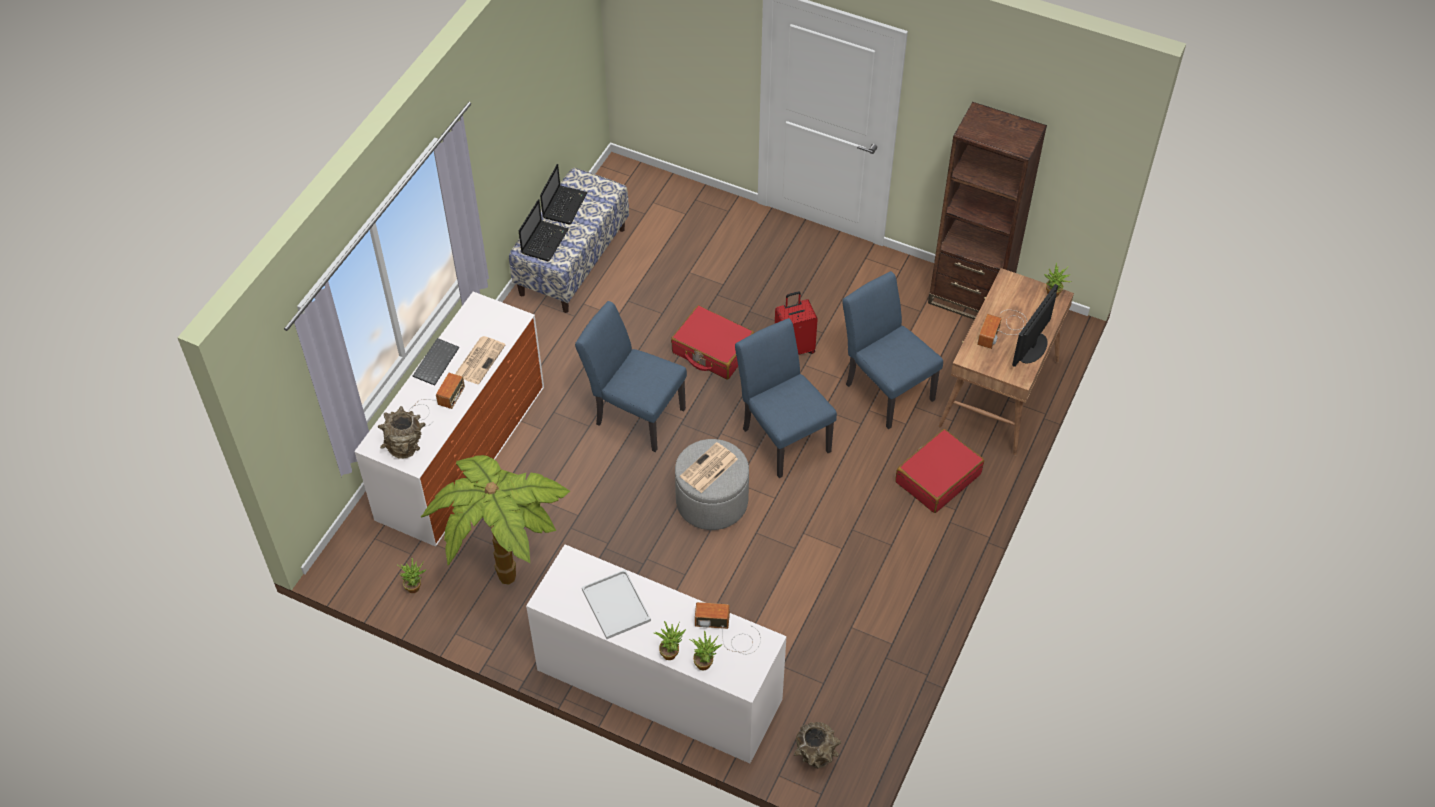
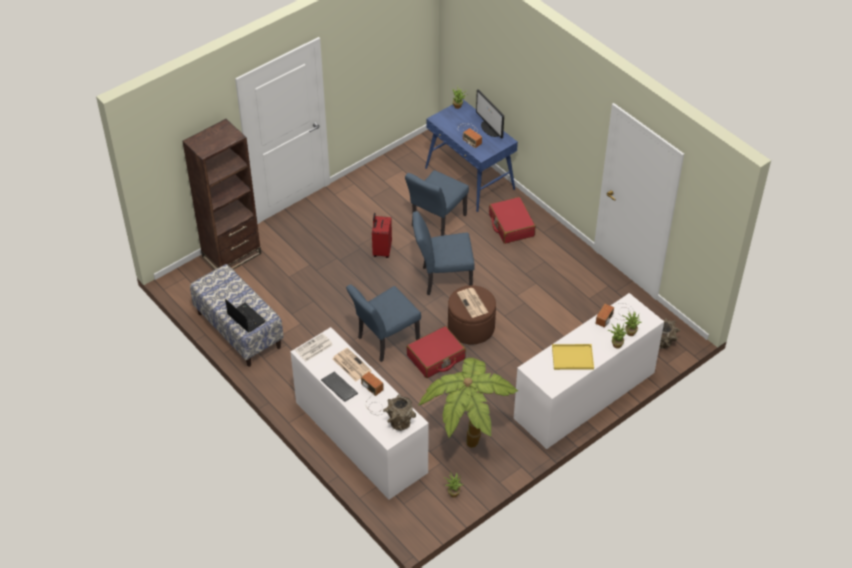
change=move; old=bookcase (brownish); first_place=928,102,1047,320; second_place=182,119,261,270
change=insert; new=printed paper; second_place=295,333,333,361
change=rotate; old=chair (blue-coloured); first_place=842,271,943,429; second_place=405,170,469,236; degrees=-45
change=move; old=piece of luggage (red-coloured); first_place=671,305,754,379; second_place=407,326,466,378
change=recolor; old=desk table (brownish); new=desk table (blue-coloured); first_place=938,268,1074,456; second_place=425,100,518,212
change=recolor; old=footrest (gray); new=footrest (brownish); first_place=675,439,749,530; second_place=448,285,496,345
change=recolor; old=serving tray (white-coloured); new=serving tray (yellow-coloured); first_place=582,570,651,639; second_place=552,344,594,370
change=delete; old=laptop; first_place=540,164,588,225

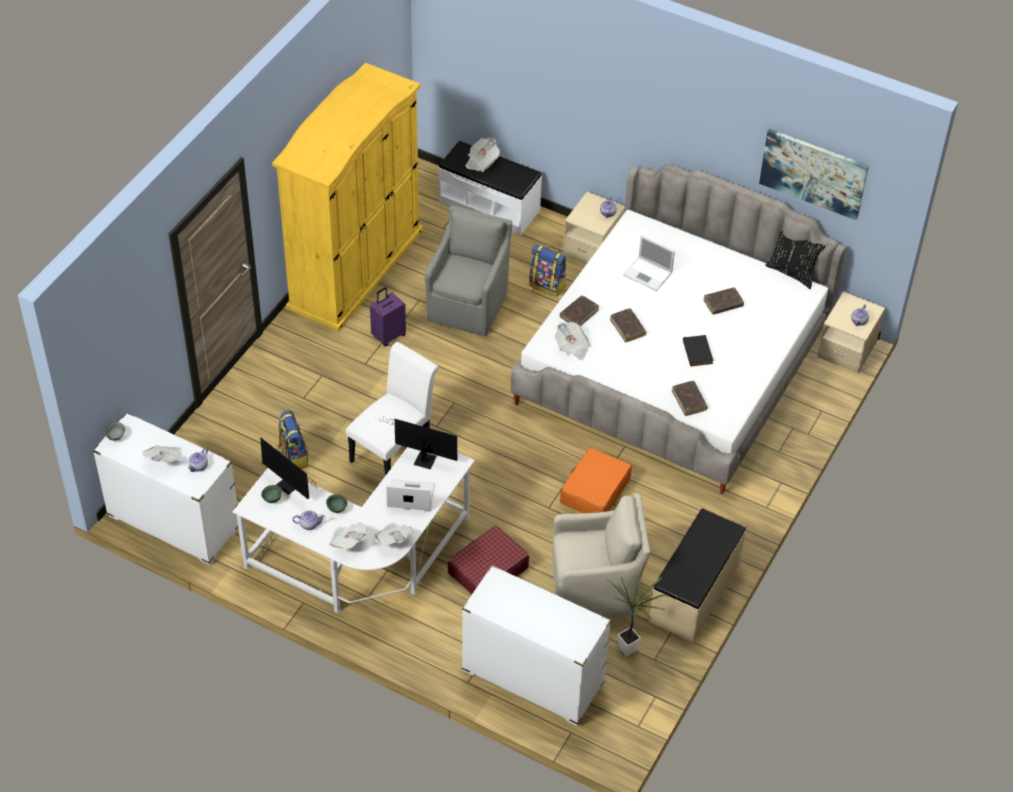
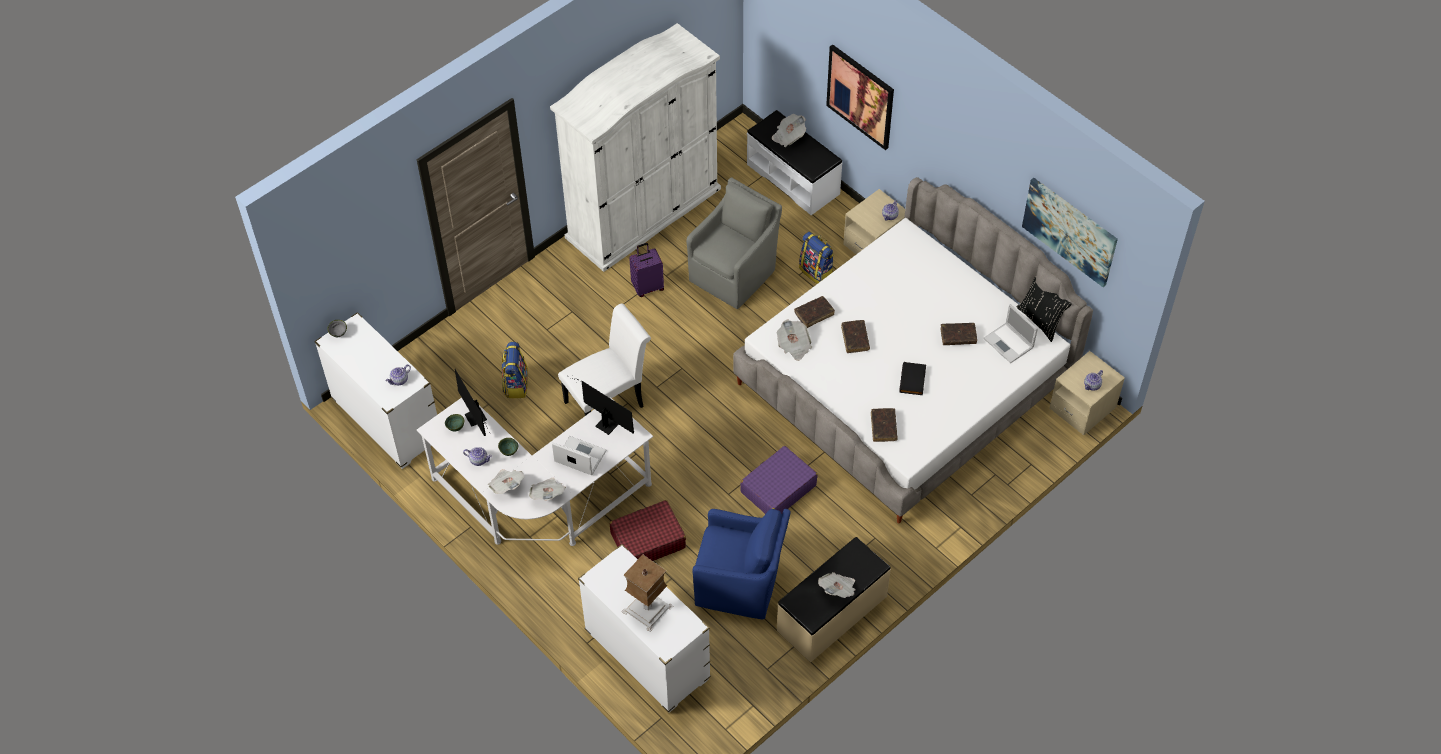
change=recolor; old=clothes cupboard (yellow-coloured); new=clothes cupboard (white-coloured); first_place=272,63,423,331; second_place=550,23,721,272
change=insert; new=lamp for a table; second_place=622,555,673,632
change=recolor; old=armchair (sand-coloured); new=armchair (blue-coloured); first_place=552,493,651,617; second_place=692,509,791,619
change=recolor; old=piece of luggage (orangey); new=piece of luggage (purple); first_place=560,447,632,513; second_place=740,446,817,514
change=move; old=printed paper; first_place=143,445,183,462; second_place=818,572,856,598
change=insert; new=wall art; second_place=826,44,894,150
change=move; old=laptop; first_place=623,235,675,291; second_place=984,304,1038,364
change=delete; old=potted plant; first_place=607,576,669,656

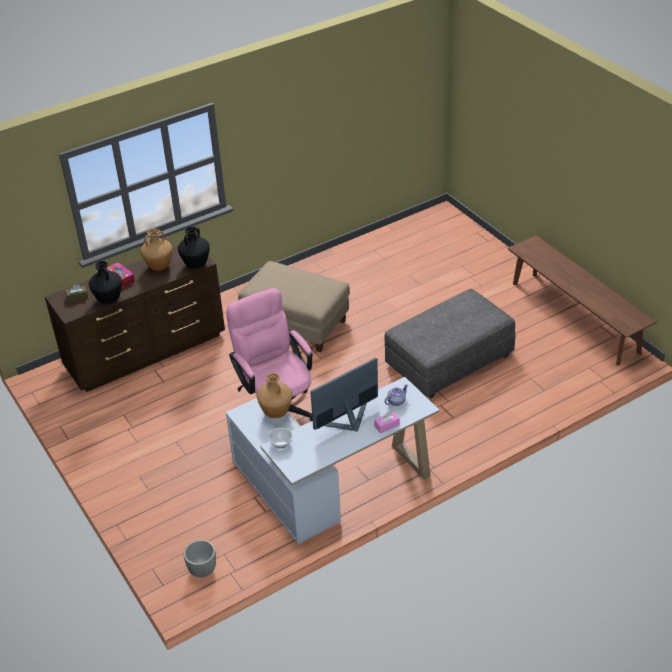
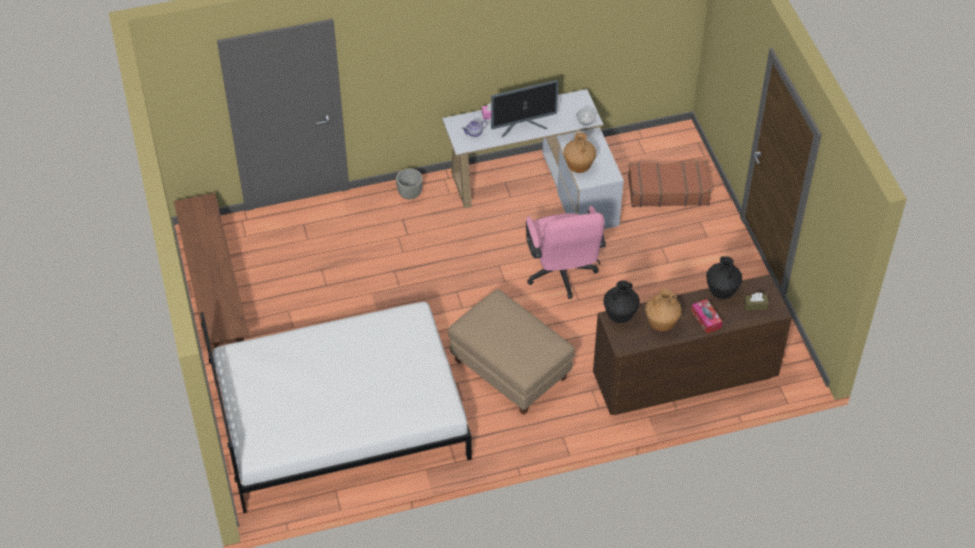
change=insert; new=sleeping bed (white-coloured); second_place=200,302,472,513
change=move; old=plant pot (gray); first_place=184,540,216,577; second_place=396,169,423,199
change=insert; new=piece of luggage (brownish); second_place=628,161,712,207
change=delete; old=footrest (gray); first_place=384,289,516,398

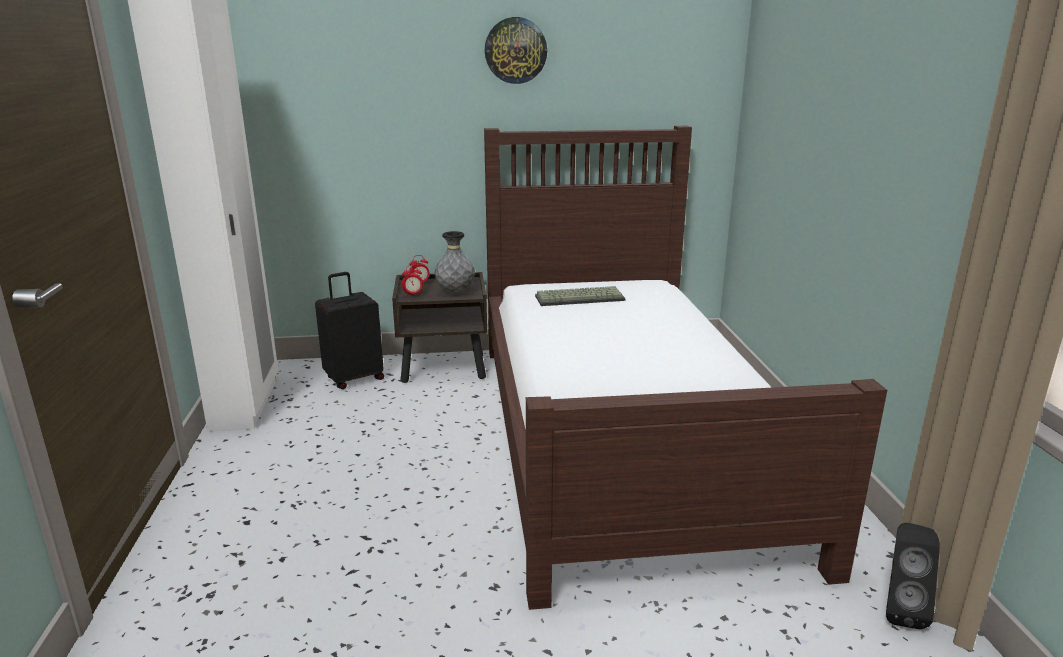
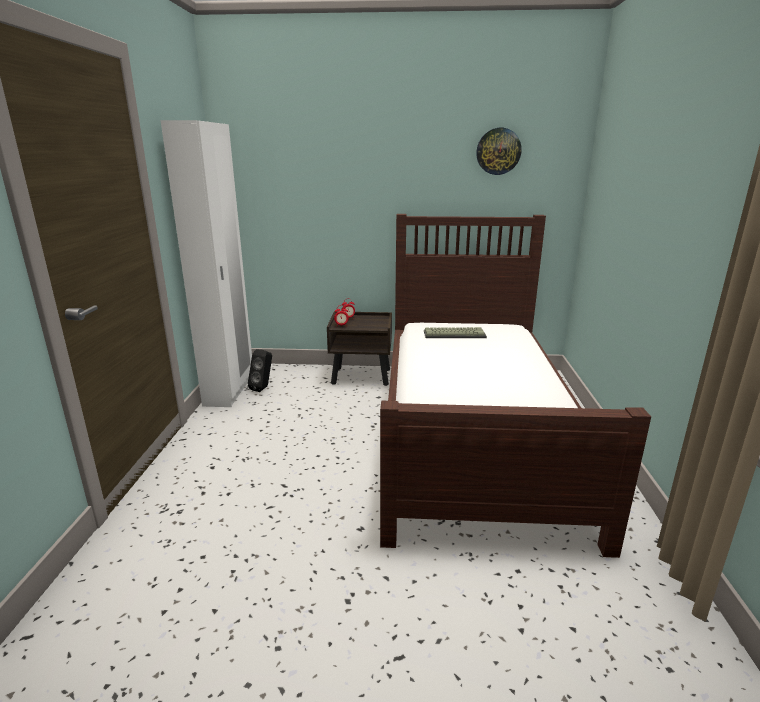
change=move; old=loudspeaker (blackish); first_place=886,523,940,629; second_place=248,349,272,392
change=move; old=hanging clock; first_place=485,17,547,84; second_place=476,128,522,175
change=delete; old=piece of luggage (blackish); first_place=315,272,384,389
change=delete; old=decorative vase (gray); first_place=434,231,475,294

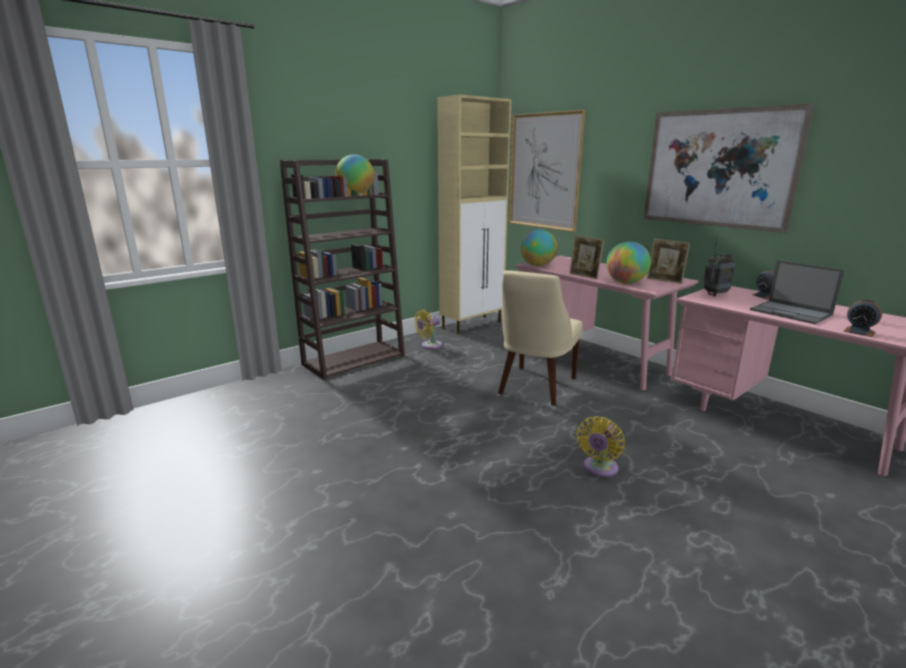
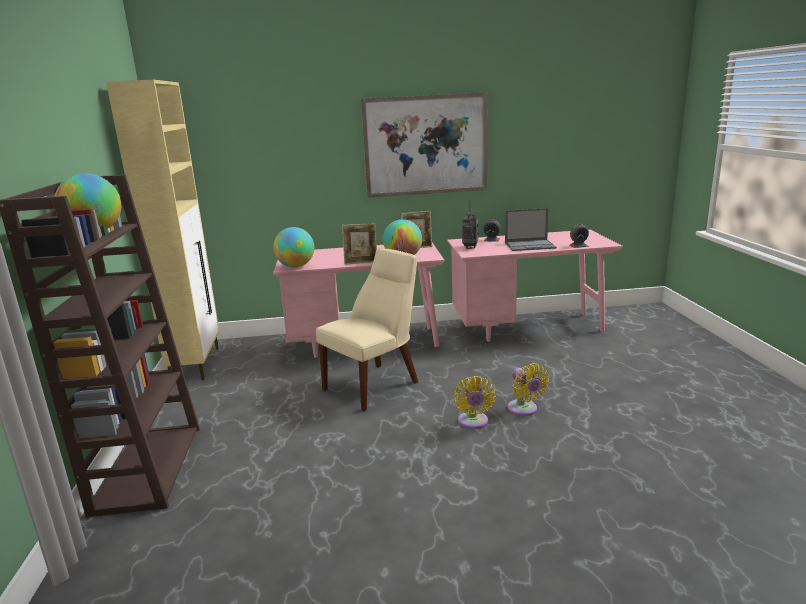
change=rotate; old=chair (sand-coloured); first_place=498,270,583,406; second_place=316,248,418,411; degrees=-105
change=move; old=cooling fan (yellow-coloured); first_place=414,310,442,349; second_place=453,376,496,429
change=delete; old=wall art; first_place=509,110,585,232

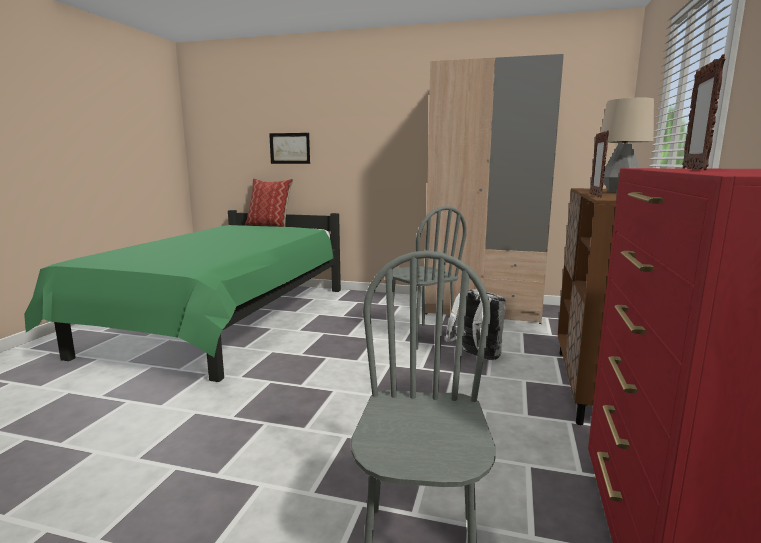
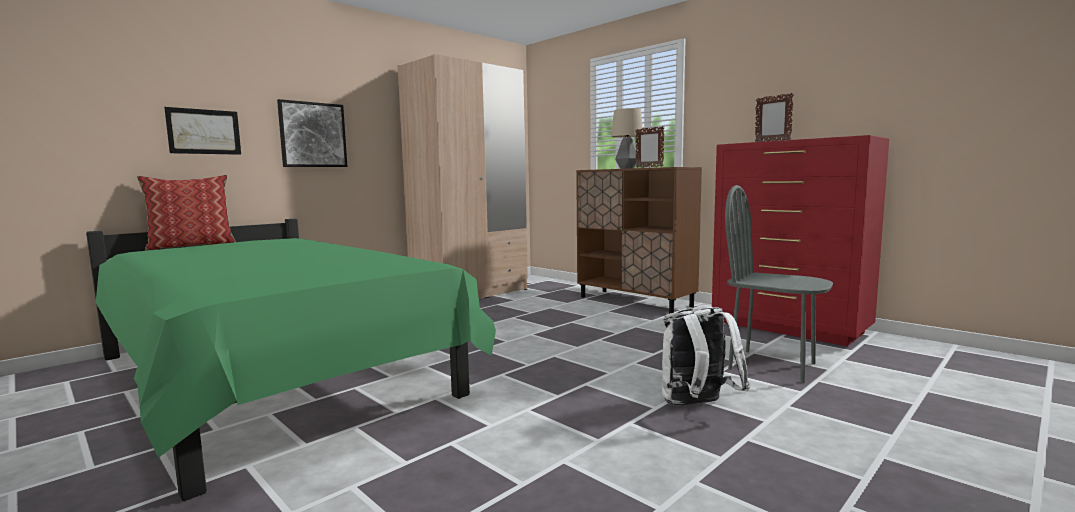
change=insert; new=wall art; second_place=277,99,347,167
change=move; old=rucksack (white-coloured); first_place=445,289,506,360; second_place=662,305,750,406
change=delete; old=chair (gray); first_place=393,206,467,350

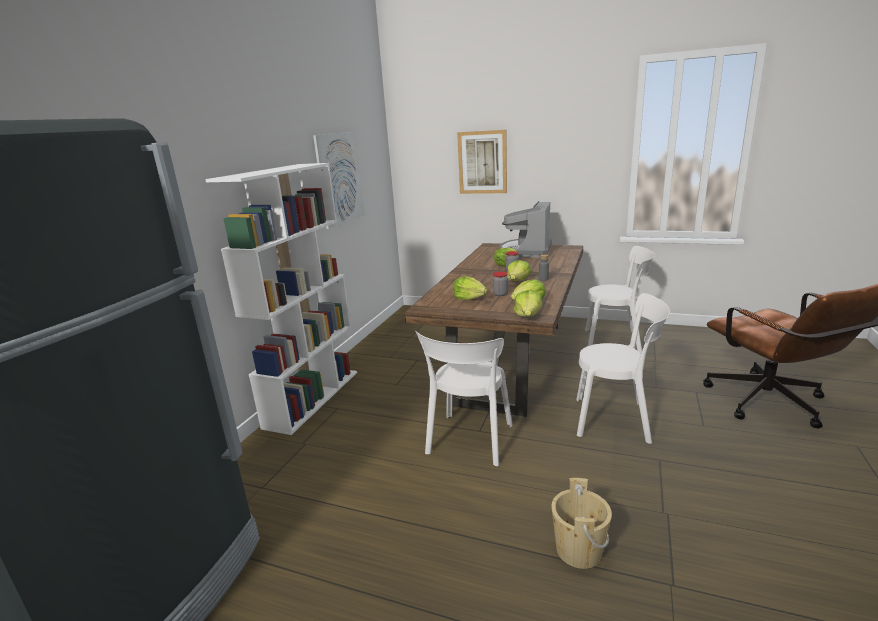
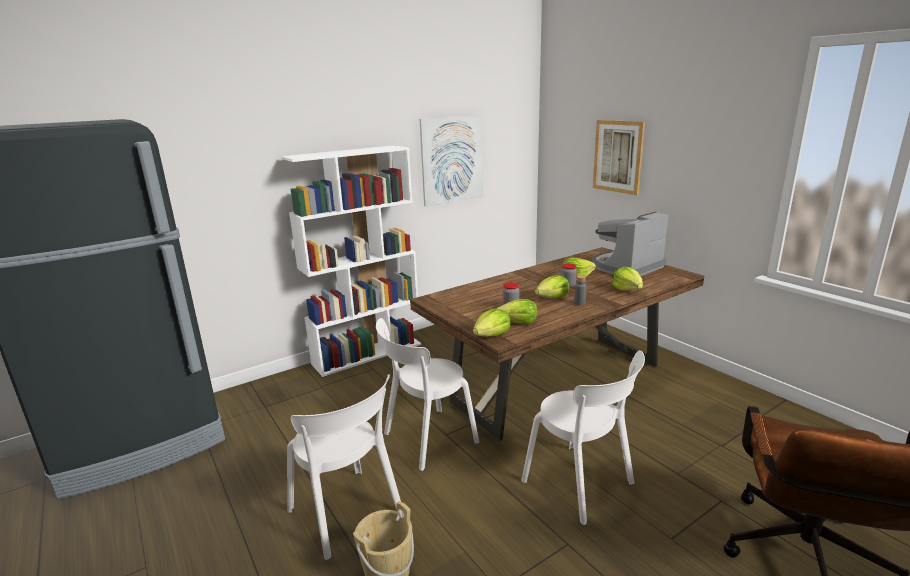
change=move; old=chair (white-coloured); first_place=585,246,655,354; second_place=287,374,401,560
change=move; old=head of lettuce; first_place=453,276,488,300; second_place=613,267,643,291

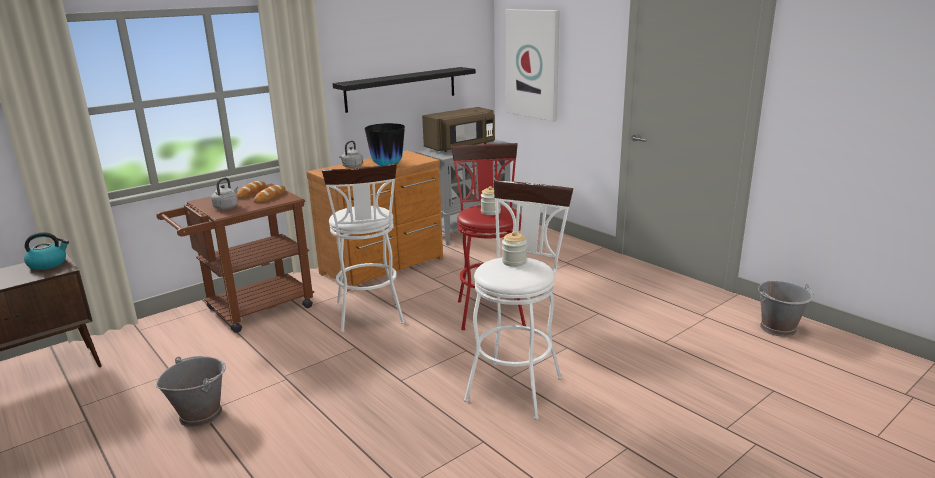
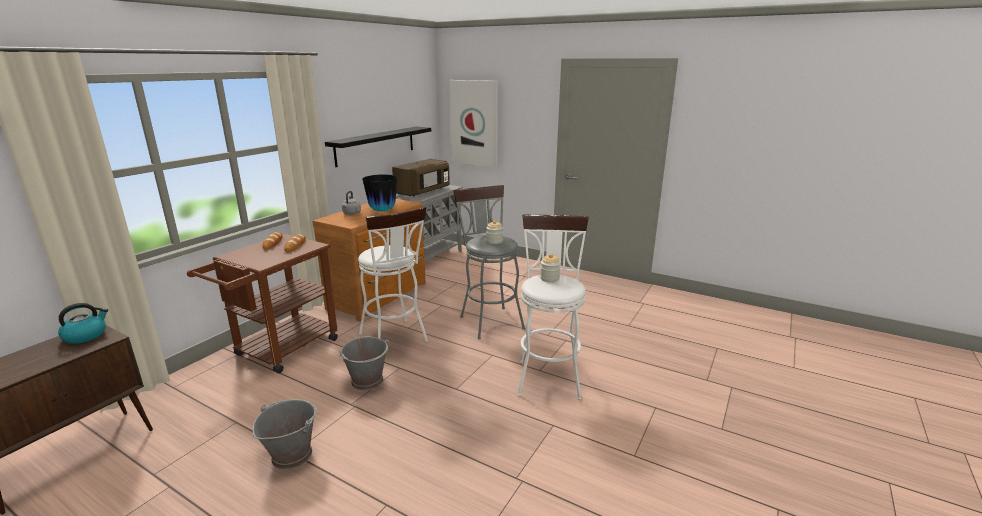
change=move; old=bucket (gray); first_place=758,281,814,337; second_place=339,337,389,391
change=recolor; old=sitting stool (red-coloured); new=sitting stool (gray); first_place=451,143,526,330; second_place=453,185,525,339
change=delete; old=water kettle (gray); first_place=211,178,238,210

